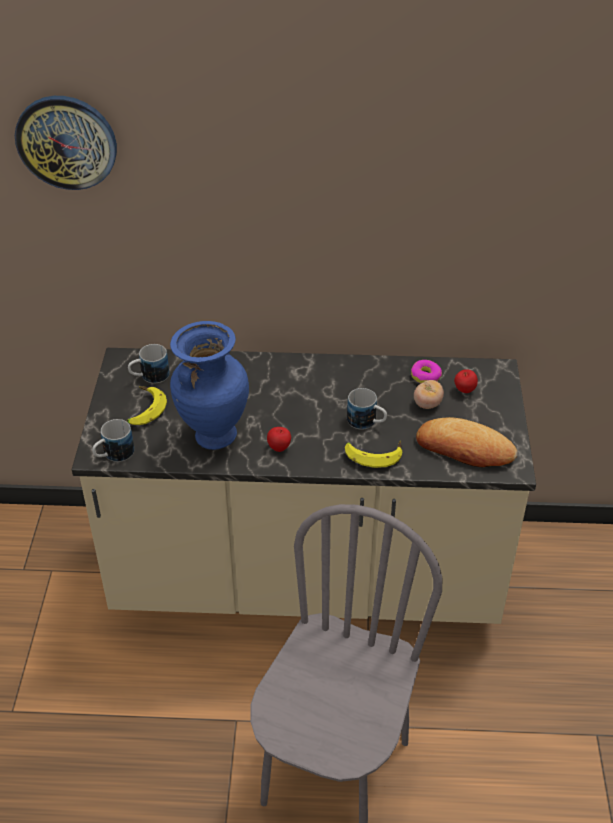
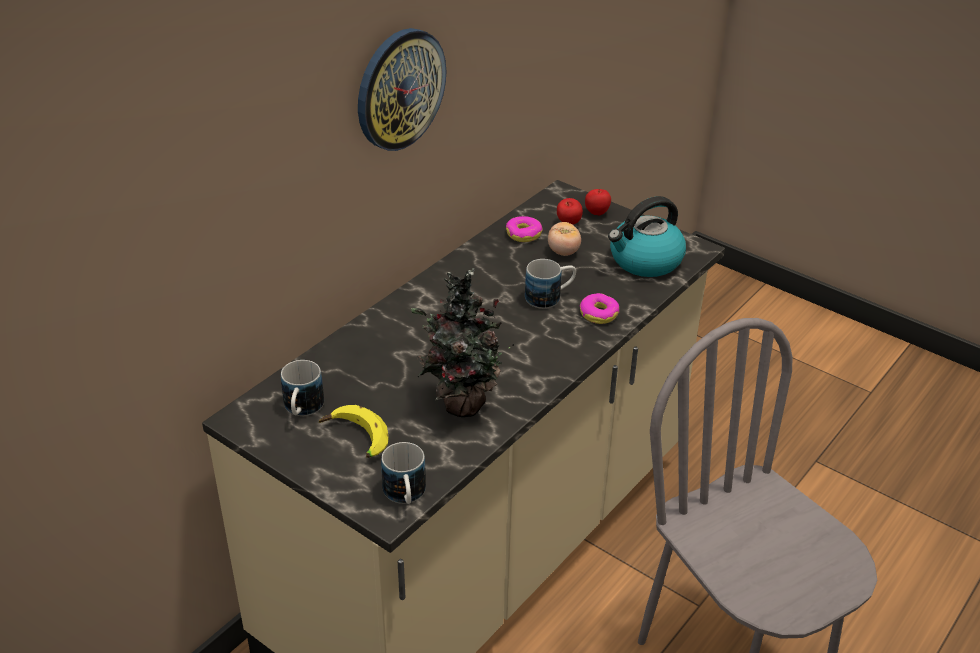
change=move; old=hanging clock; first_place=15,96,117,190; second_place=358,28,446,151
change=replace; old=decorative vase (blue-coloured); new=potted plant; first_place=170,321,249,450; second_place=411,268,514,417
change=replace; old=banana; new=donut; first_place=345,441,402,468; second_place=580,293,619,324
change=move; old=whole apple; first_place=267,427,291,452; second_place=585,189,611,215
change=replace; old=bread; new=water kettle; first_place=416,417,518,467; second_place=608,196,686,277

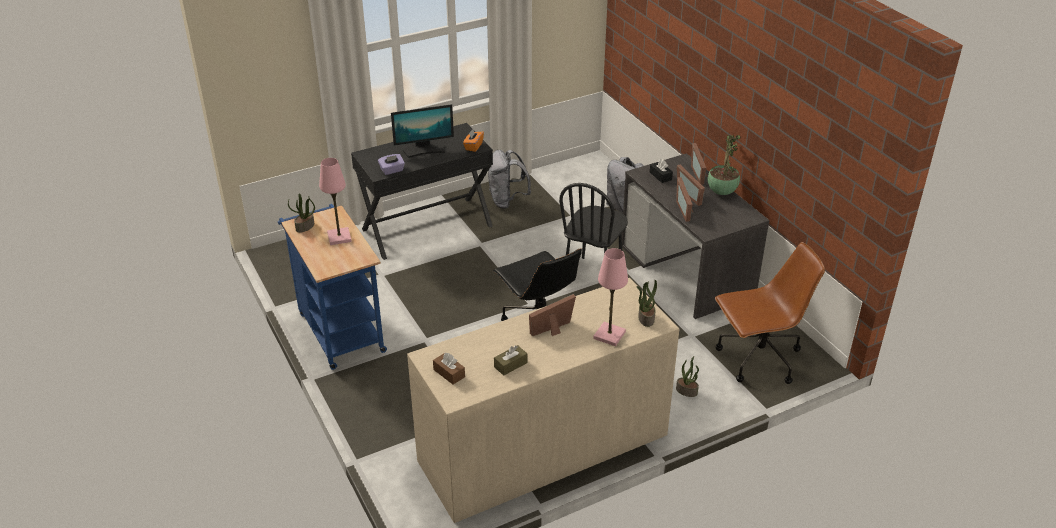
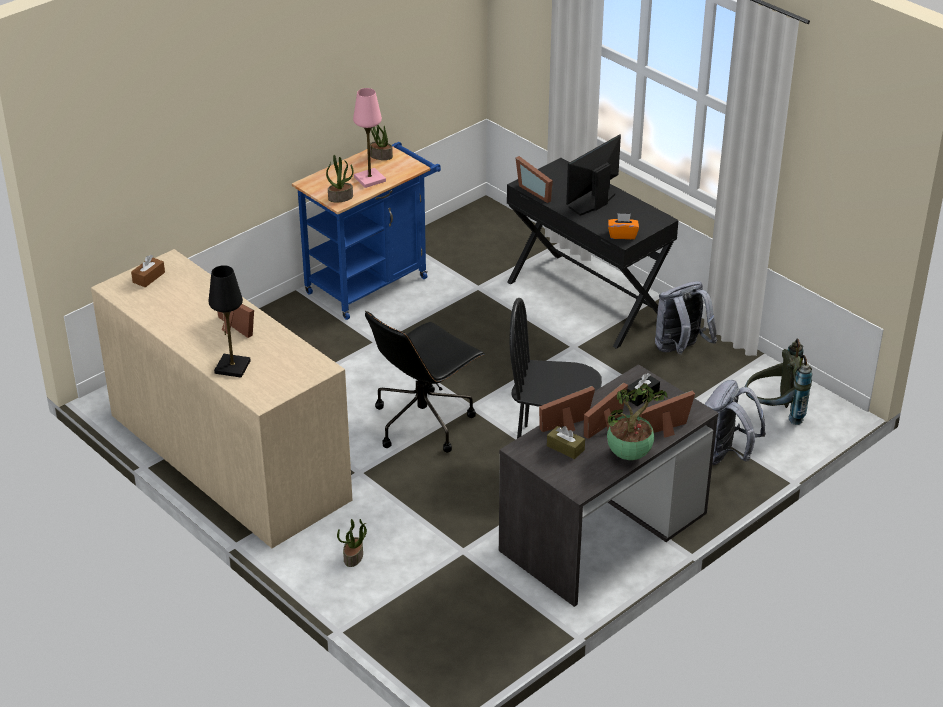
change=recolor; old=lamp for a table (pink); new=lamp for a table (blackish); first_place=593,248,628,346; second_place=209,265,251,377
change=move; old=potted plant; first_place=636,280,657,327; second_place=326,155,354,202
change=replace; old=tissue holder (purple); new=standing frame; first_place=378,154,405,175; second_place=516,156,553,203
change=move; old=tissue holder (brownish); first_place=494,345,527,376; second_place=547,426,585,459
change=rotate; old=computer screen; first_place=391,104,454,158; second_place=566,134,621,216; degrees=75
change=insert; new=rucksack (gray); second_place=745,338,812,425
change=delete; old=office chair (brownish); first_place=715,242,825,384

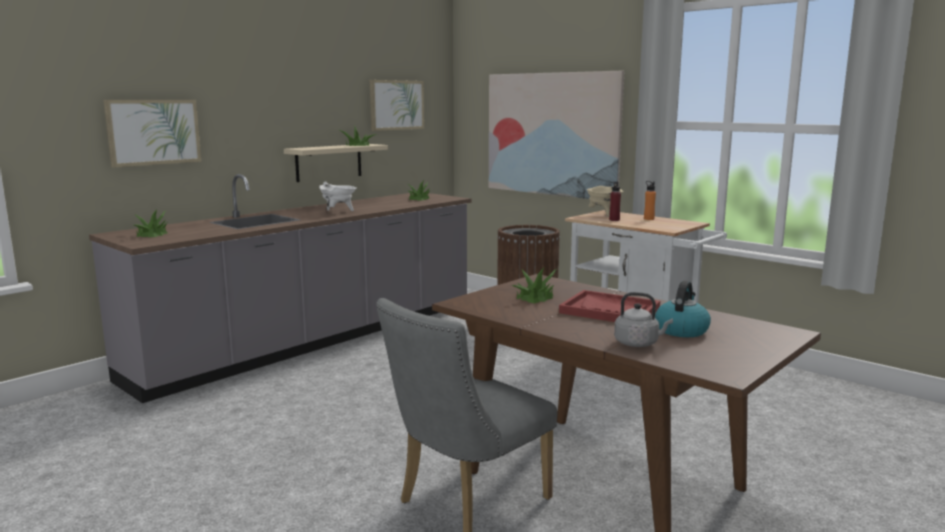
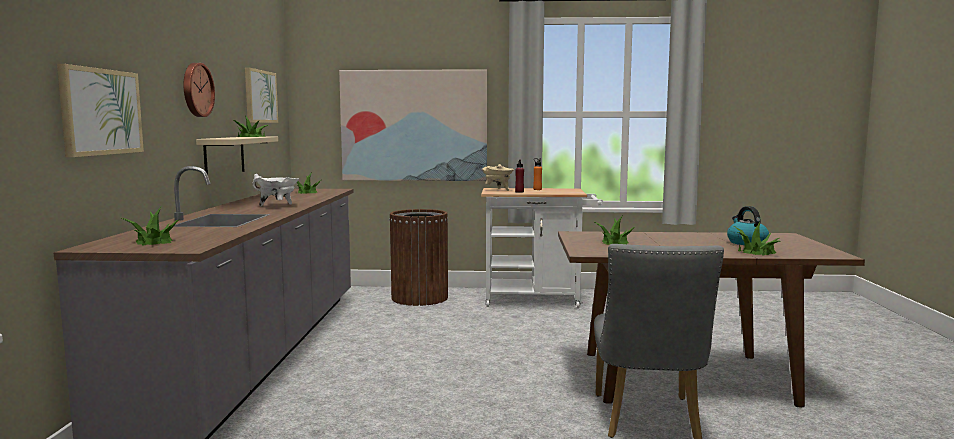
change=insert; new=hanging clock; second_place=184,63,215,117
change=replace; old=water kettle (gray); new=potted plant; first_place=614,292,673,347; second_place=734,222,780,256
change=delete; old=serving tray (red-coloured); first_place=559,290,660,322

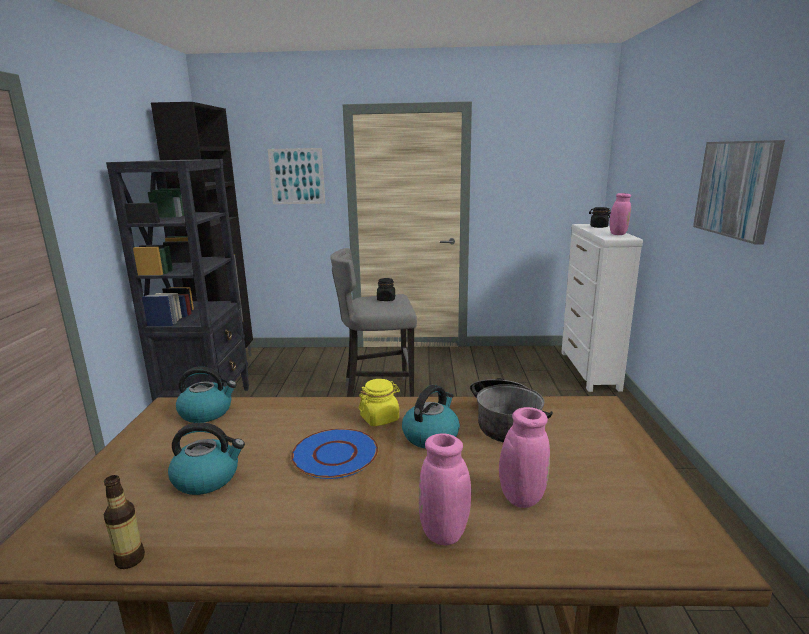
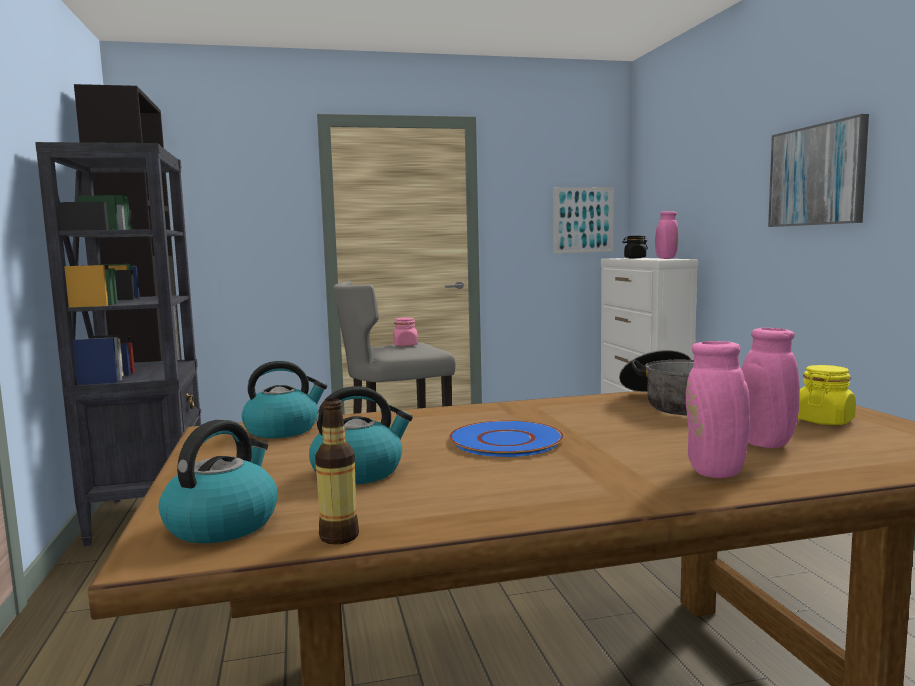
change=move; old=water kettle; first_place=402,385,460,449; second_place=159,420,277,543
change=recolor; old=preserve jar (blackish); new=preserve jar (pink); first_place=377,278,395,301; second_place=393,317,418,347
change=move; old=wall art; first_place=268,148,325,204; second_place=553,187,614,253
change=move; old=preserve jar (yellow-coloured); first_place=359,379,400,426; second_place=798,365,856,425

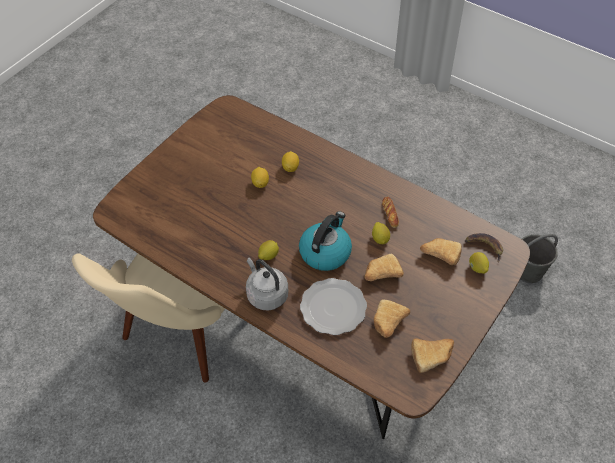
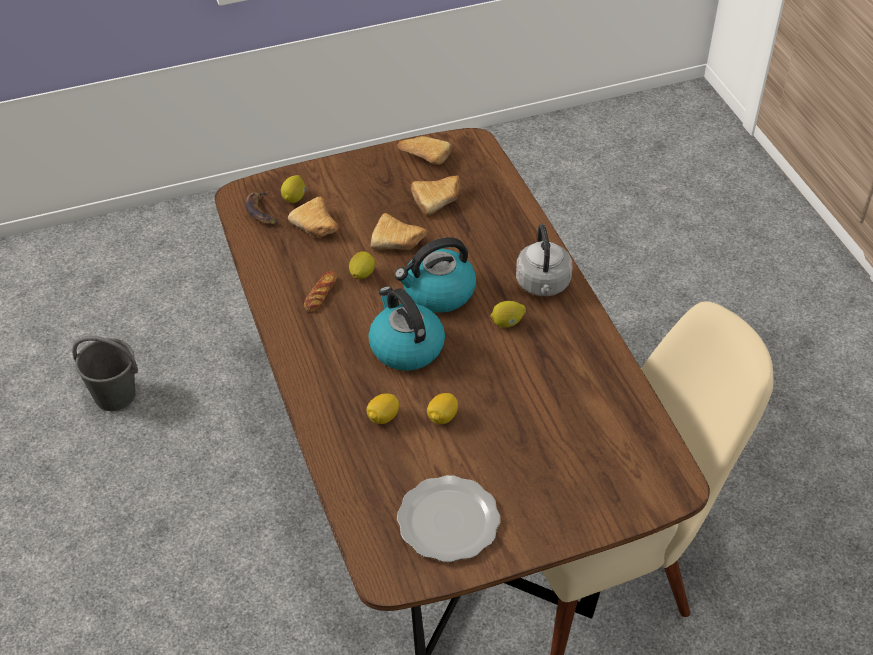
change=insert; new=water kettle; second_place=368,286,445,371
change=move; old=plate; first_place=300,278,367,335; second_place=397,475,500,562

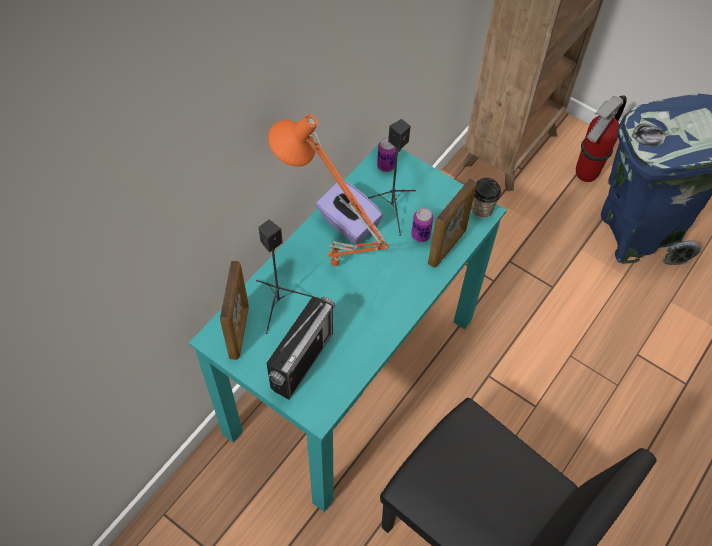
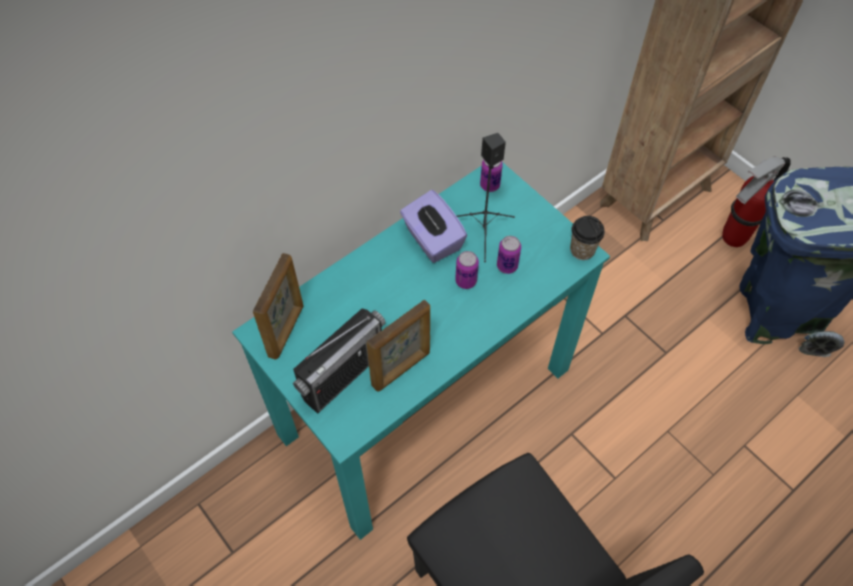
change=move; old=standing frame; first_place=428,179,476,268; second_place=367,299,430,392
change=insert; new=can; second_place=455,251,479,289
change=delete; old=loudspeaker (blackish); first_place=256,220,314,334
change=delete; old=lamp for a table (orangey); first_place=268,114,390,269

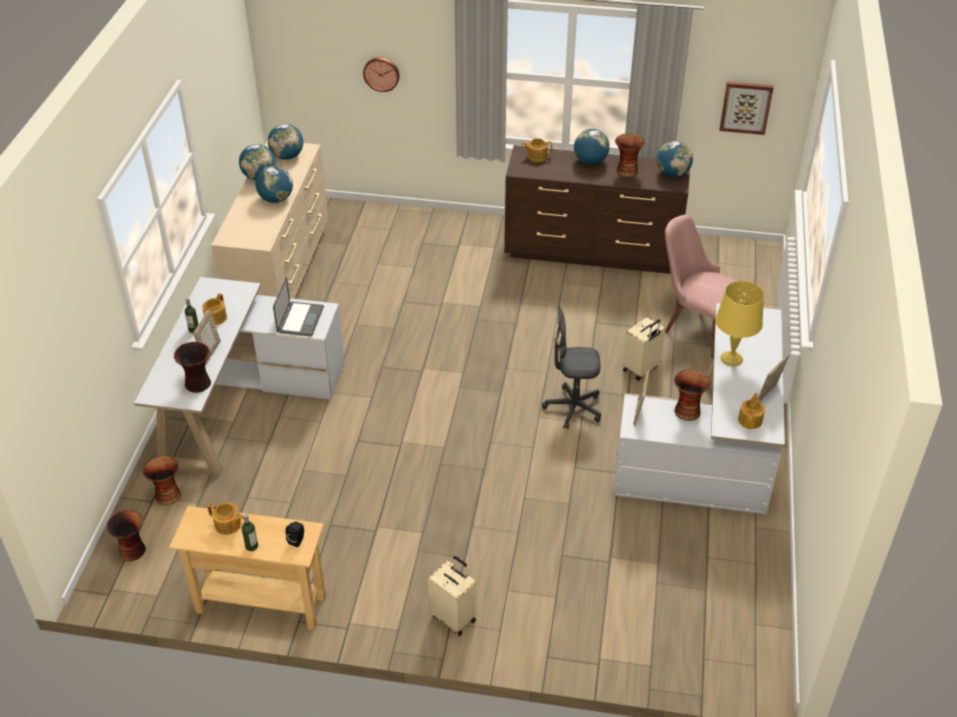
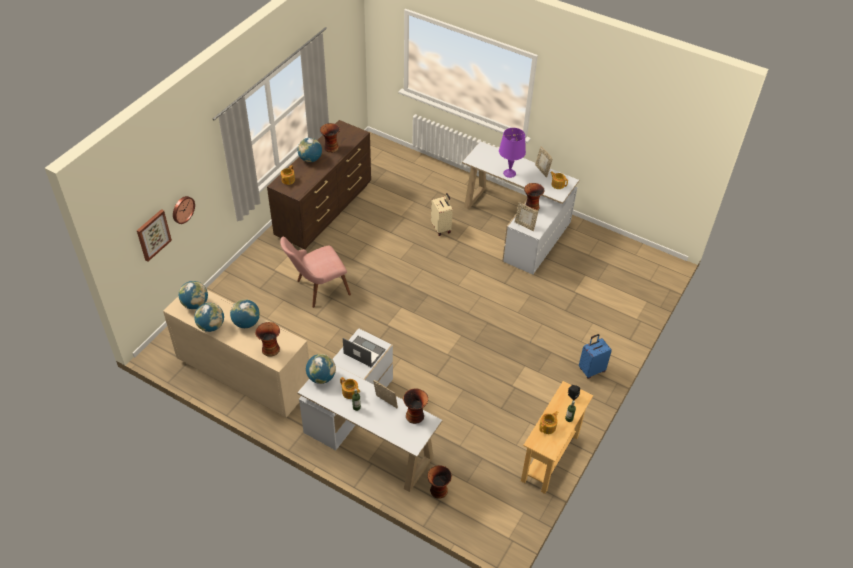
change=move; old=wall art; first_place=719,82,774,135; second_place=137,209,172,262
change=move; old=decorative vase; first_place=106,510,146,561; second_place=255,322,280,357
change=move; old=chair (pink); first_place=665,214,738,359; second_place=280,236,351,308
change=move; old=world globe; first_place=657,141,693,177; second_place=306,354,336,384
change=recolor; old=lamp for a table (yellow-coloured); new=lamp for a table (purple); first_place=715,281,764,366; second_place=499,128,526,178
change=recolor; old=piece of luggage (sand-coloured); new=piece of luggage (blue-coloured); first_place=428,556,476,636; second_place=579,334,612,379
change=delete; old=office chair (gray); first_place=542,305,601,429

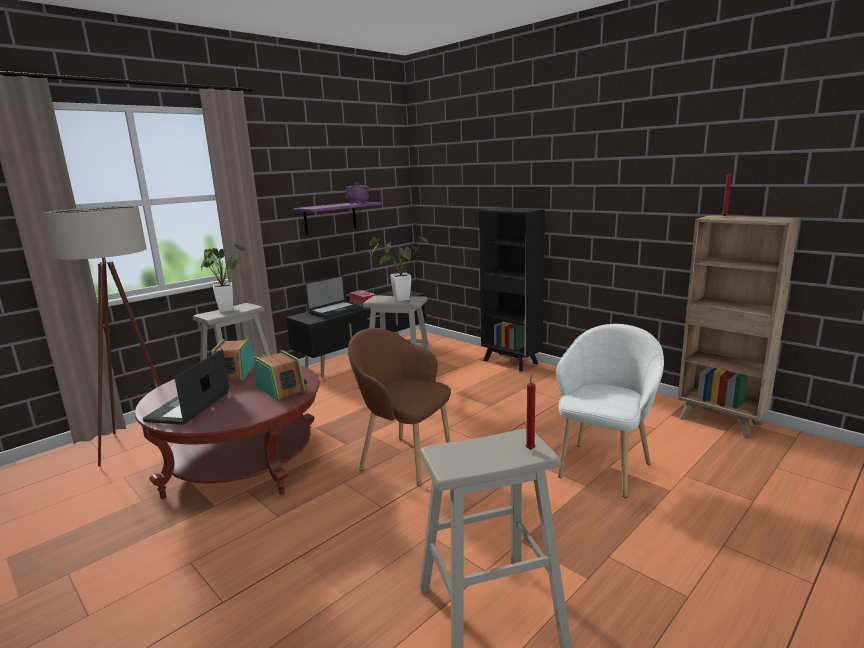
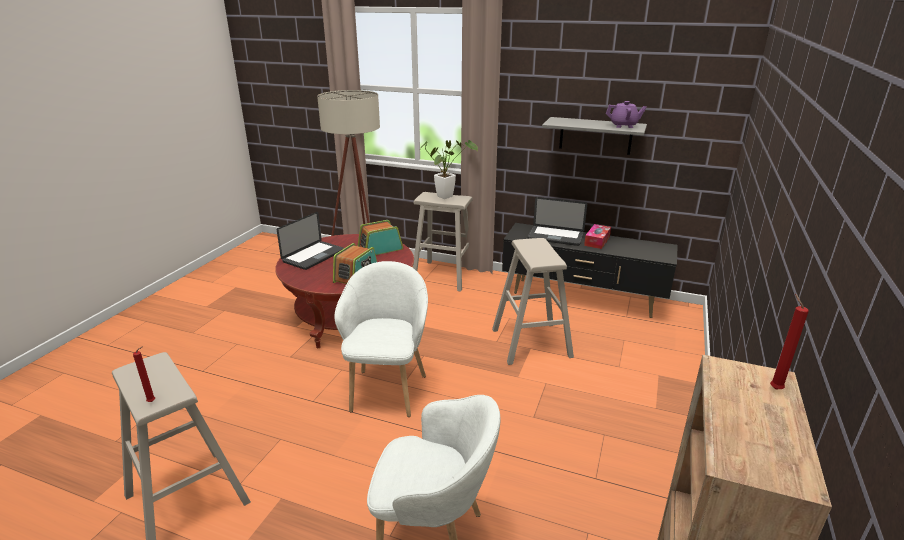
change=rotate; old=laptop; first_place=143,349,229,425; second_place=277,212,344,270; degrees=135
change=recolor; old=armchair (brownish); new=armchair (white-coloured); first_place=348,328,451,486; second_place=334,261,428,417
change=recolor; old=bracket shelf (purple); new=bracket shelf (gray); first_place=294,202,382,235; second_place=542,117,647,155
change=delete; old=potted plant; first_place=369,235,428,301
change=delete; old=bookcase (blackish); first_place=479,208,545,372

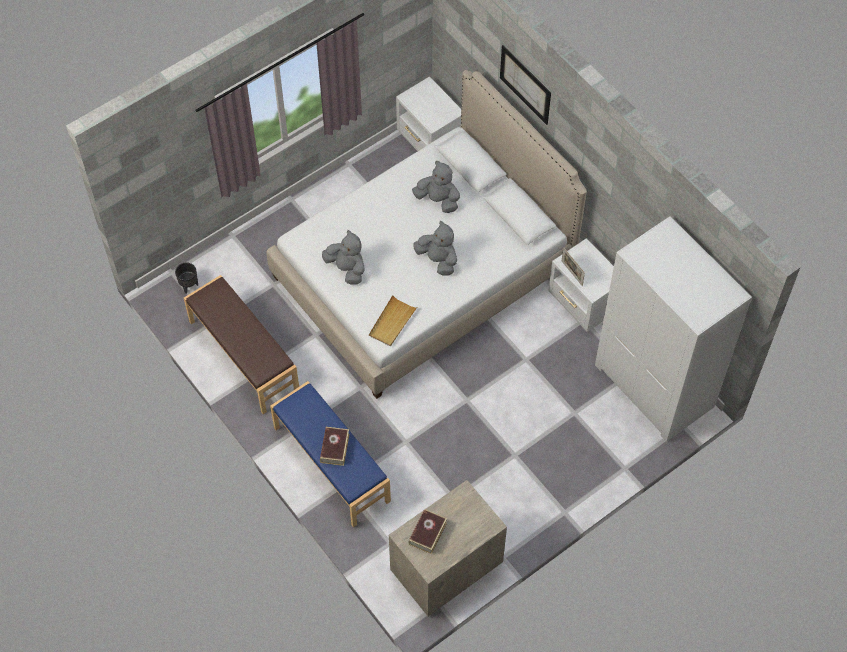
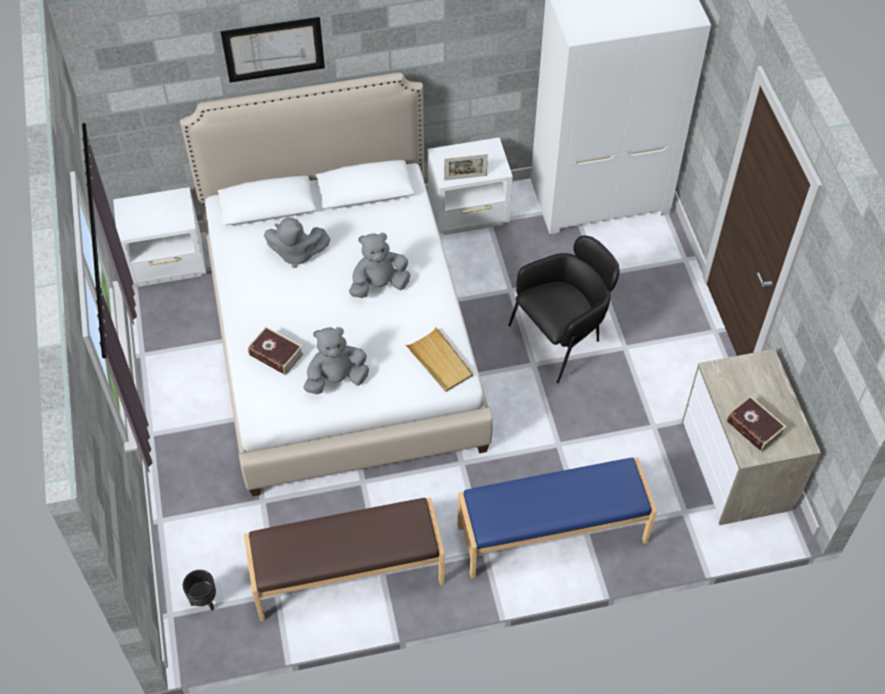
change=move; old=volume; first_place=320,427,349,466; second_place=248,327,304,375
change=rotate; old=soft toy (gray); first_place=412,161,460,213; second_place=264,218,331,268; degrees=-135
change=insert; new=armchair (blackish); second_place=508,236,620,383

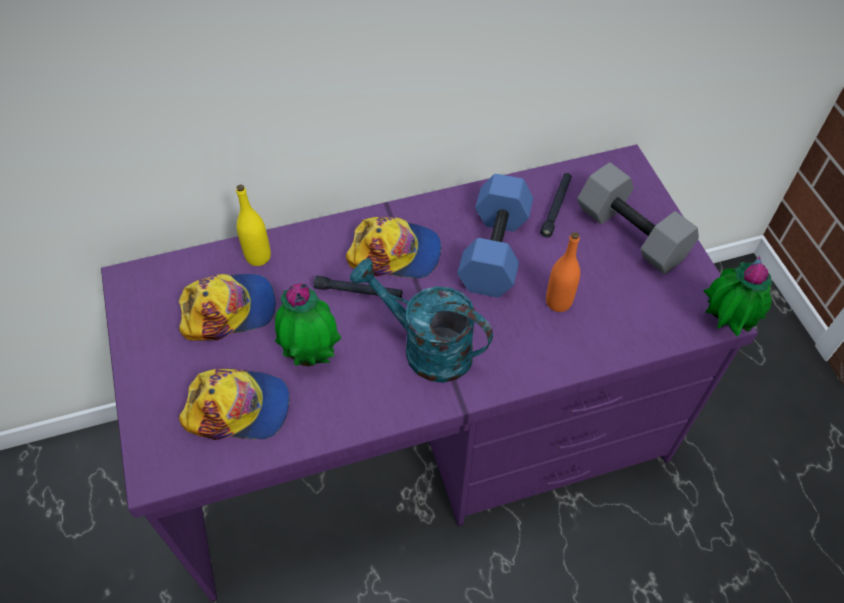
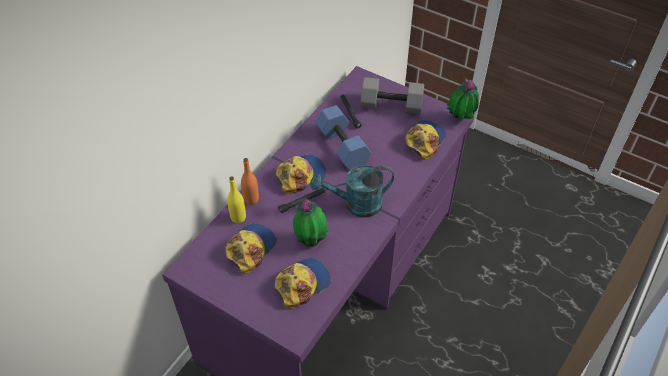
change=move; old=drink bottle (orangey); first_place=546,232,580,312; second_place=241,158,259,205
change=insert; new=cap; second_place=406,120,446,160

